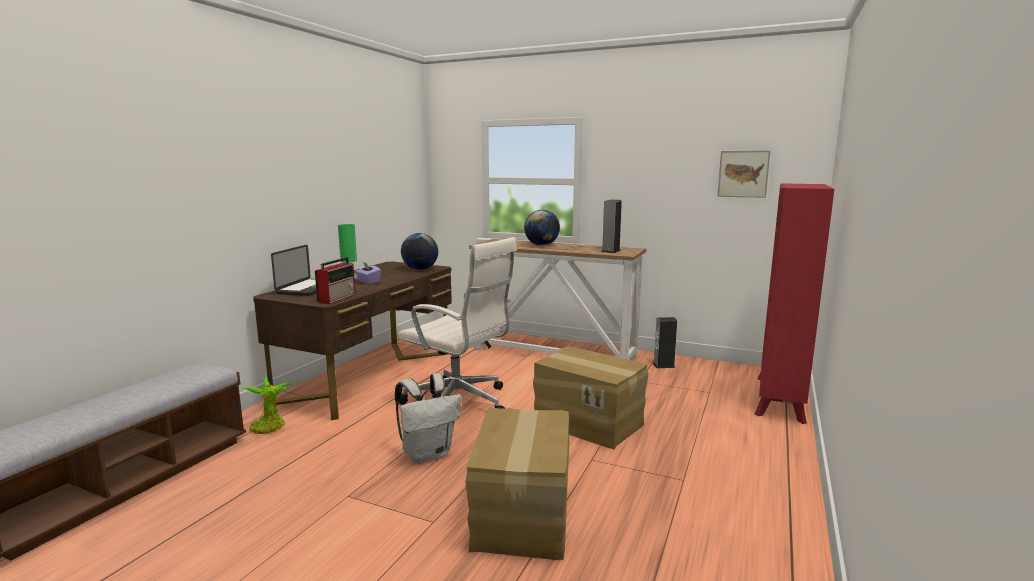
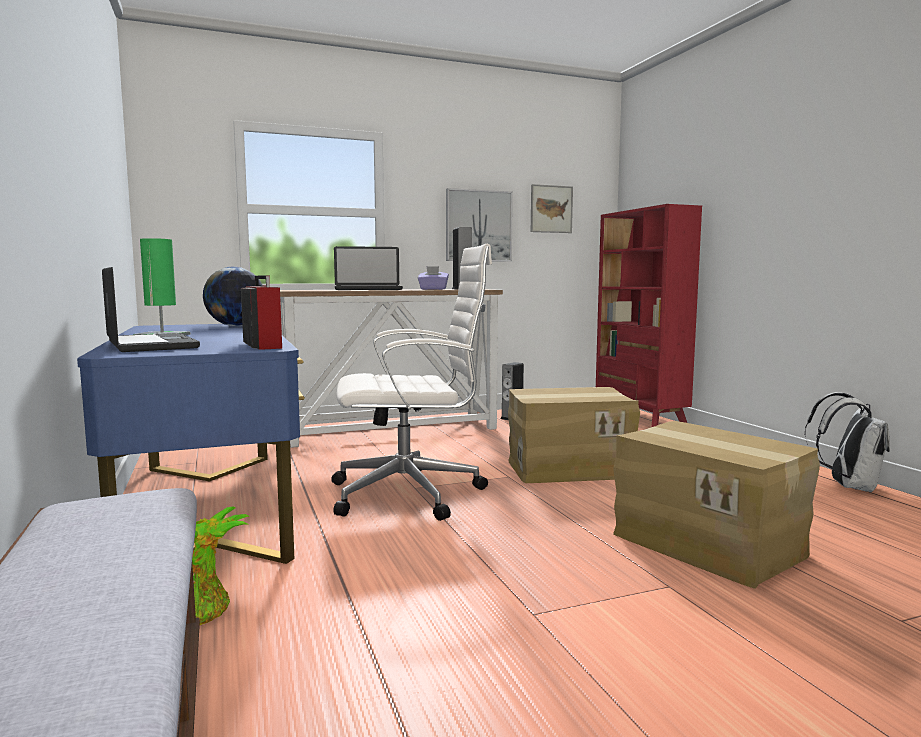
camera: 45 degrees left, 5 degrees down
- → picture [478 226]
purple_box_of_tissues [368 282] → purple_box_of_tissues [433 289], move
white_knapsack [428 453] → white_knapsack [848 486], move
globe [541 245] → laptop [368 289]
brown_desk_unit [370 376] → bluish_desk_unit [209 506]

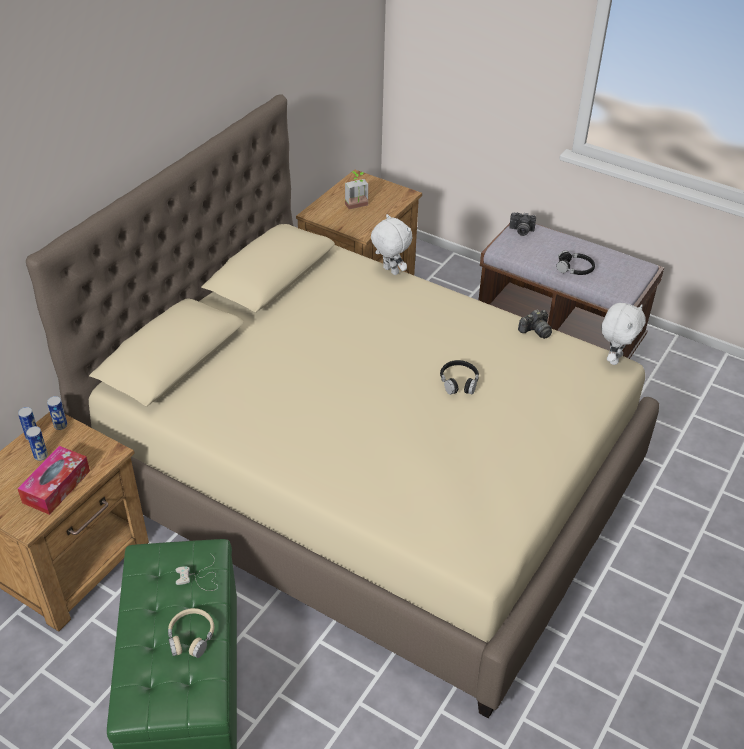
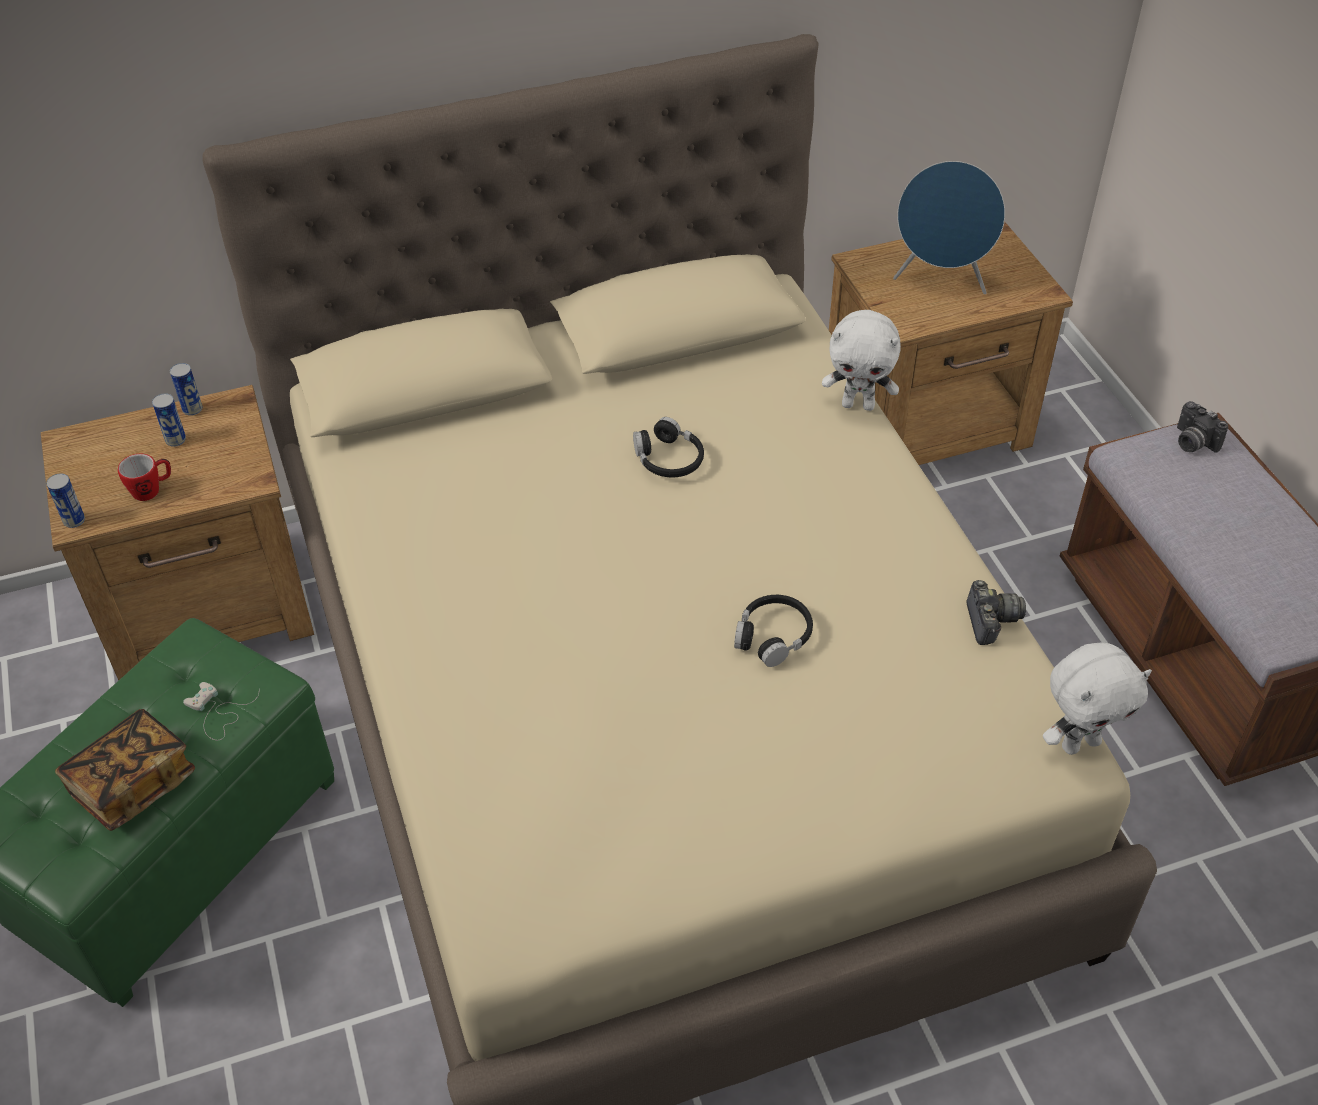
camera: 40 degrees right, 5 degrees up
sealed_can [60 425] → sealed_can [74 520], move
black-coloured_pair_of_headphones [575 269] → black-coloured_pair_of_headphones [668 459], move
box_of_tissues [56 486] → tea_mug [152 490]
sand-coloured_pair_of_headphones [191 637] → bound_book [132 784]
potted_plant [358 207] → bluish_loudspeaker [941 280]
white_cuddly_toy [389 271] → white_cuddly_toy [858 405], 105 degrees clockwise
still_camera [535 331] → still_camera [990 621], 105 degrees counterclockwise

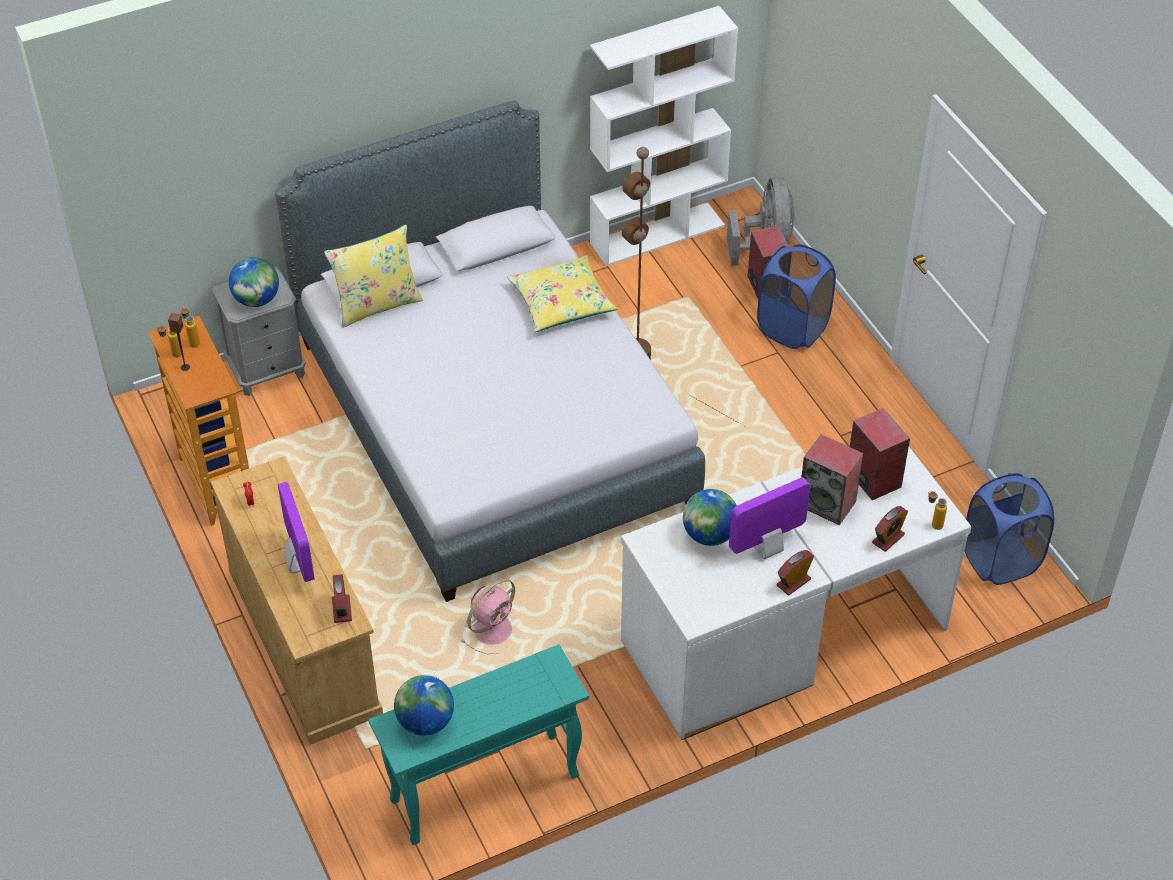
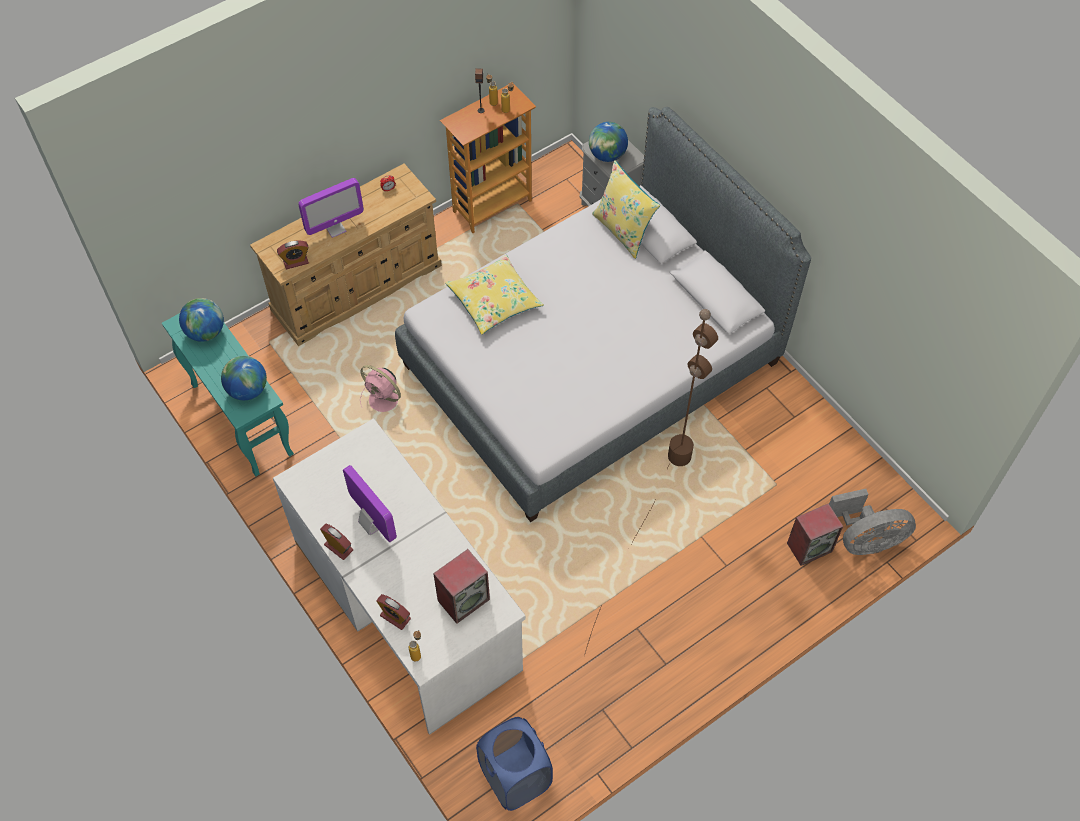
camera: 80 degrees right, 10 degrees up
white_bookshelf [657 234] → -
bluish_hamper [793 328] → -
loudspeaker [828 503] → -
yellowish_cushion [562 302] → yellowish_cushion [494 300], move
globe [709 535] → globe [247 390], move

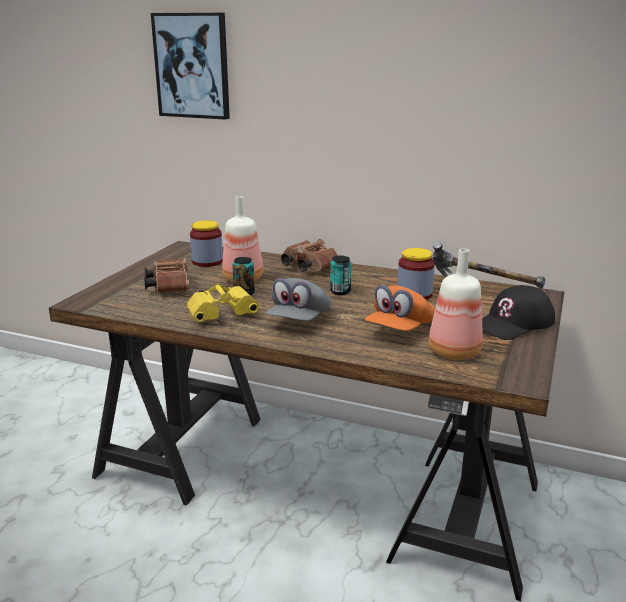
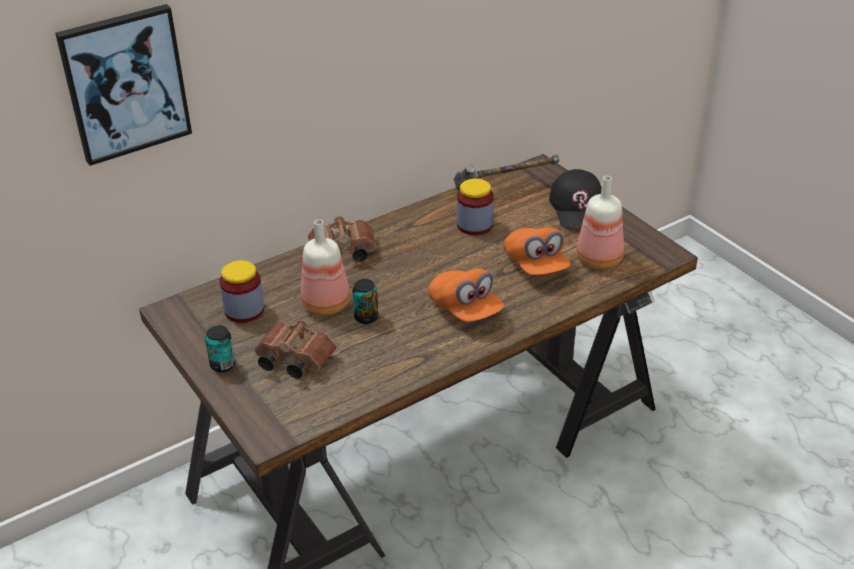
camera: 55 degrees left, 15 degrees up
yellowish_field_glasses [224 315] → -
sealed_can [340 291] → sealed_can [223 365], move
gray_peaked_cap [298 320] → orange-coloured_peaked_cap [465 309]

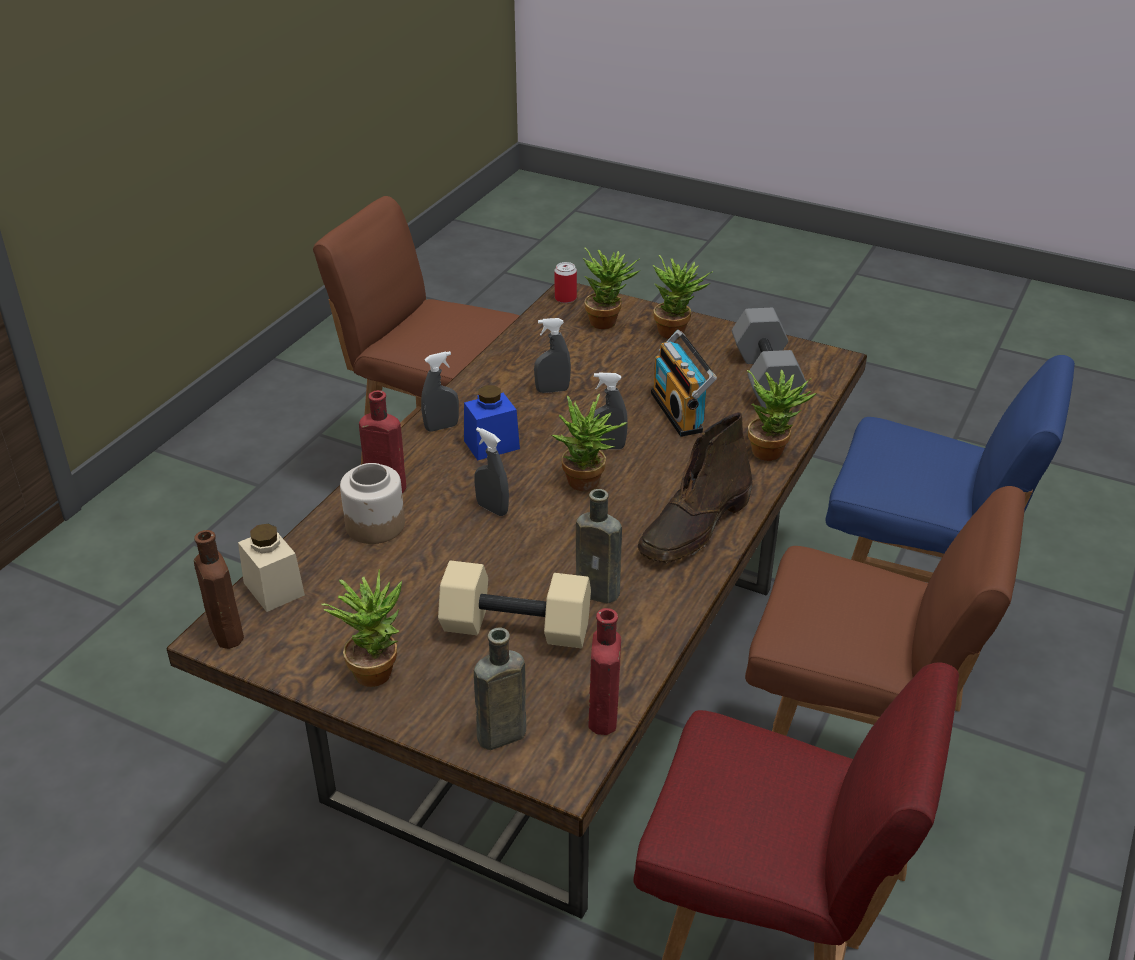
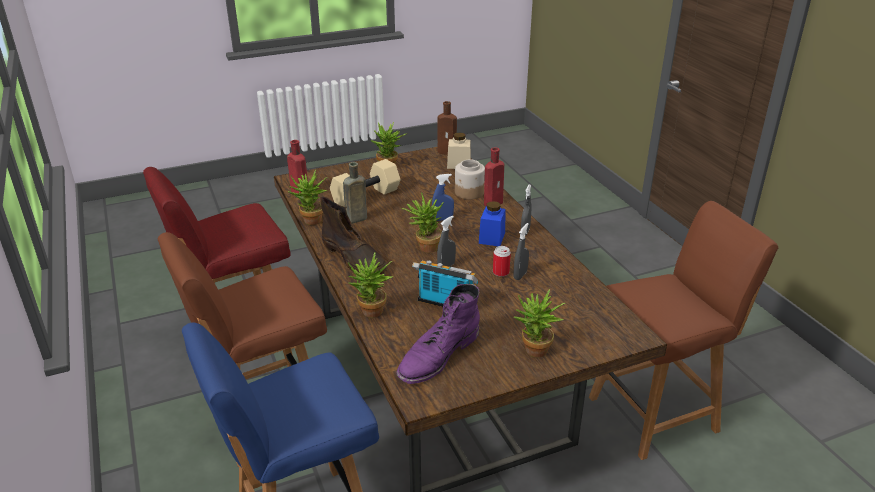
camera: 130 degrees right, 5 degrees down
brown_beverage_bottle [498 736] → -
sealed_can [565 298] → sealed_can [501 272], move
potted_plant [608 321] → potted_plant [310 222], move
gray_hand_weight [764 378] → purple_boot [438 355]
gray_hand_sprayer [492 509] → bluish_hand_sprayer [442 219]
brown_boot [694 527] → brown_boot [354 259], 150 degrees clockwise

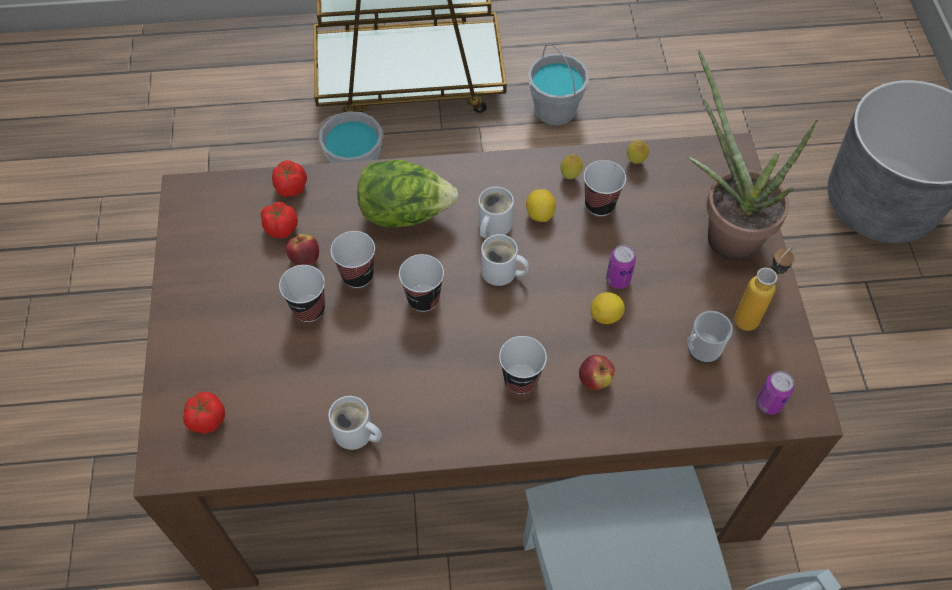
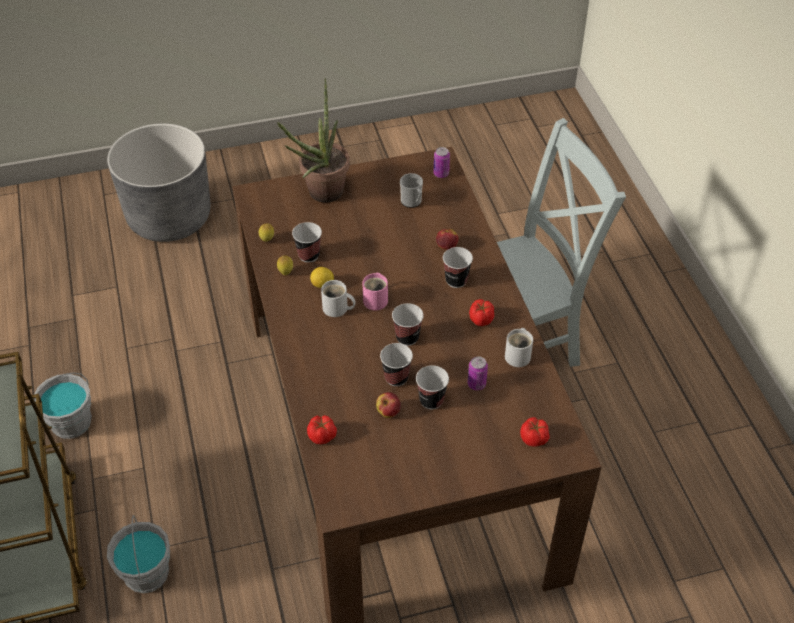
camera: 100 degrees left, 10 degrees down
head_of_lettuce [405 213] → -
citrus_fruit [605 316] → -
beverage_bottle [752 314] → -
whole_tomato [280 228] → whole_tomato [481 320], move
sealed_can [618 279] → sealed_can [476 384], move
white_tea_mug [502 273] → pink-coloured_tea_mug [377 299]

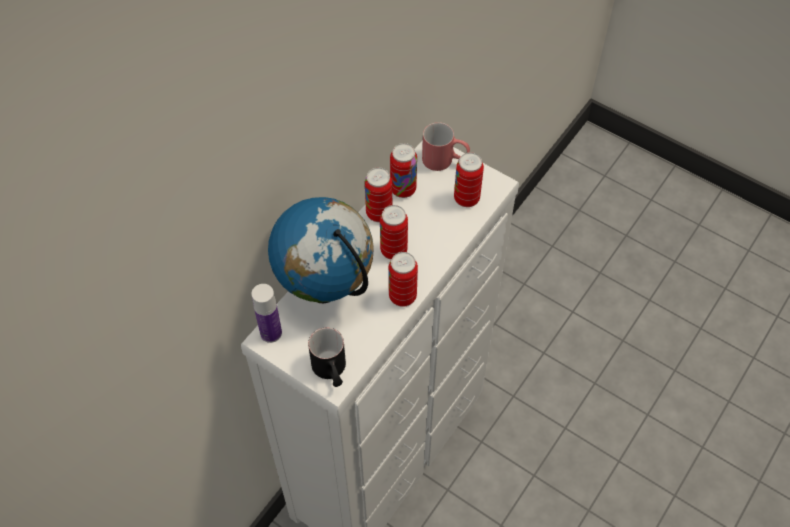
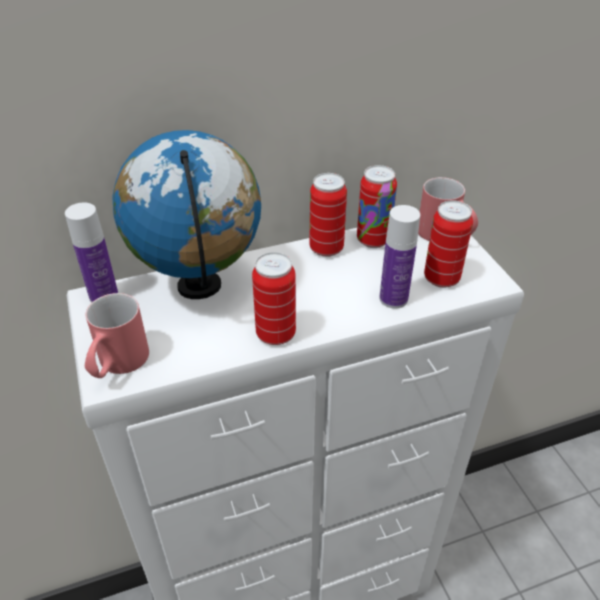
camera: 35 degrees right, 15 degrees down
sealed_can [393 250] → -
- → beverage_bottle [393 299]
black-coloured_tea_mug [331 372] → reddish_tea_mug [118 365]

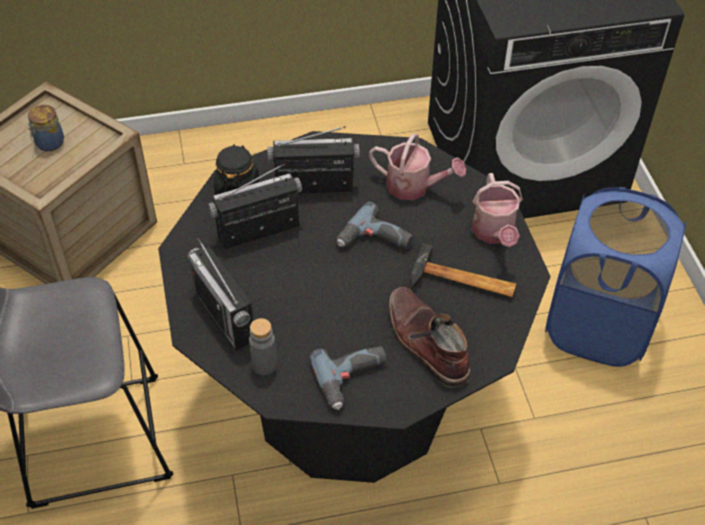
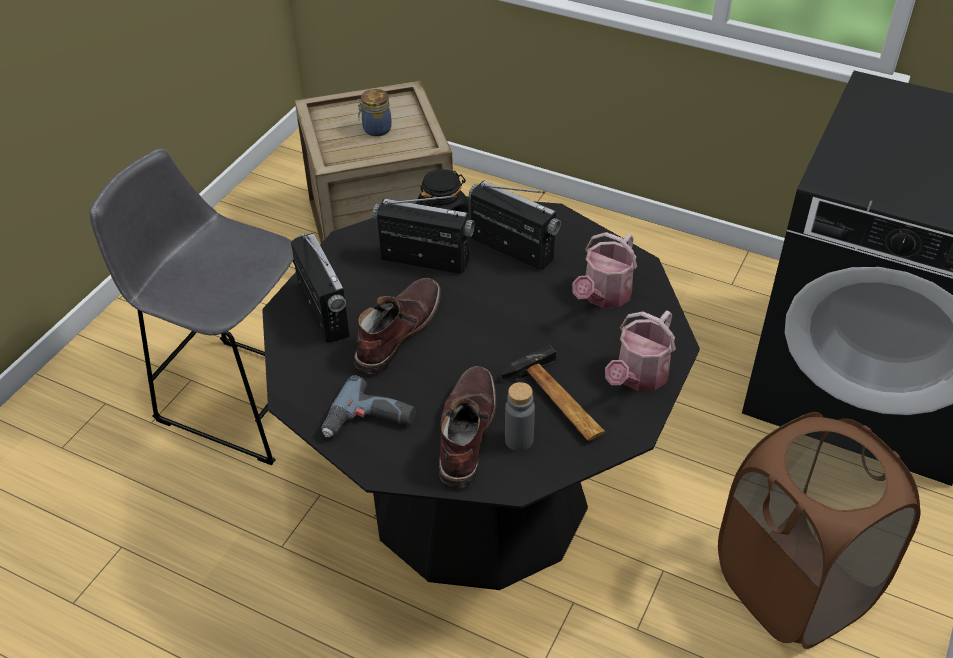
camera: 40 degrees right, 5 degrees down
power_drill [375 241] → -
- → brown_boot [397 331]
gray_beverage_bottle [264 365] → gray_beverage_bottle [519 440], move
bluish_hamper [597 326] → brown_hamper [793 587]
radio [224 316] → radio [323 311], 150 degrees clockwise
watering_pot [414 187] → watering_pot [603 296], 60 degrees clockwise

